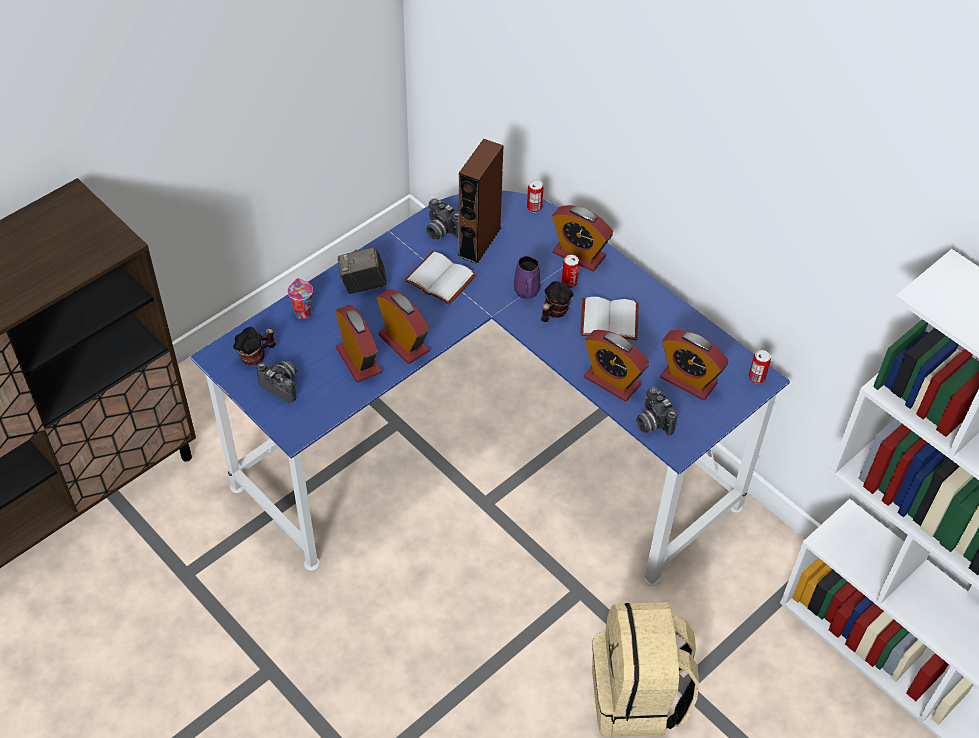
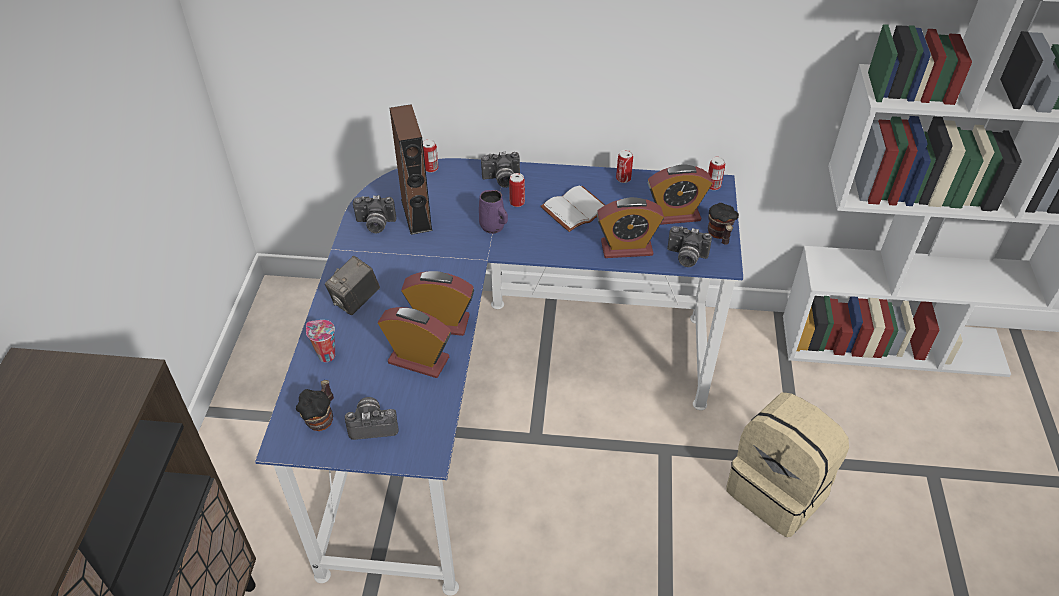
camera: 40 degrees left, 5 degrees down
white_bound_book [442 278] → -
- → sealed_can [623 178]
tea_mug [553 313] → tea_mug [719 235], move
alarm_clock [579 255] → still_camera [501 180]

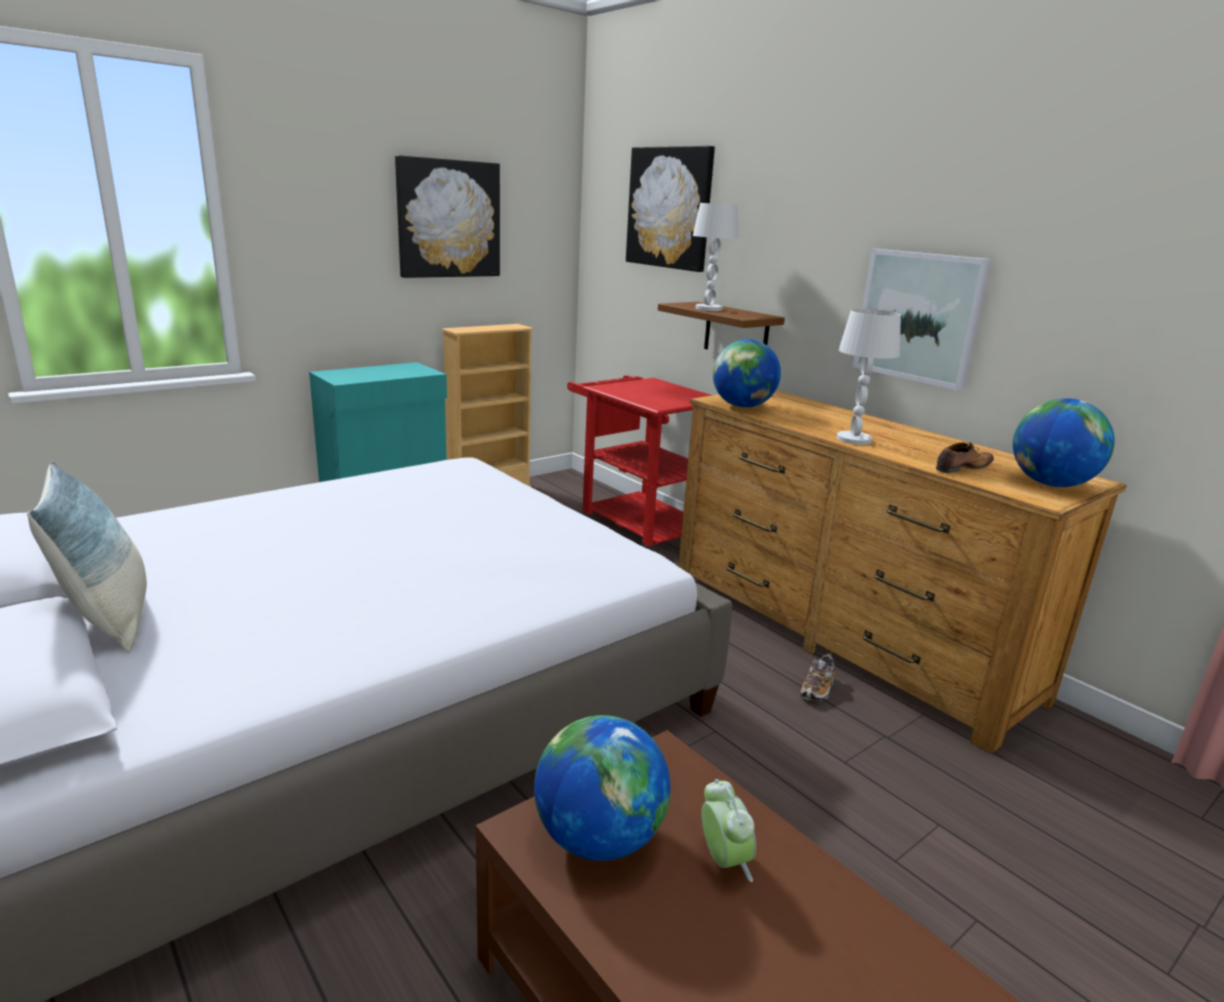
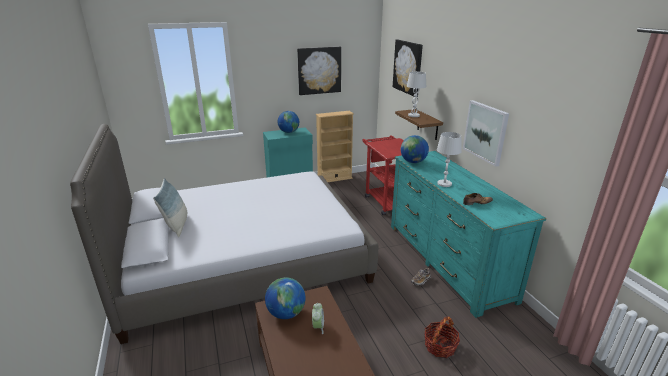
camera: 20 degrees right, 5 degrees up
- → household_basket [440 346]
globe [1050 484] → globe [289 132], move
brown_dresser [842 634] → blue-green_dresser [447 260]

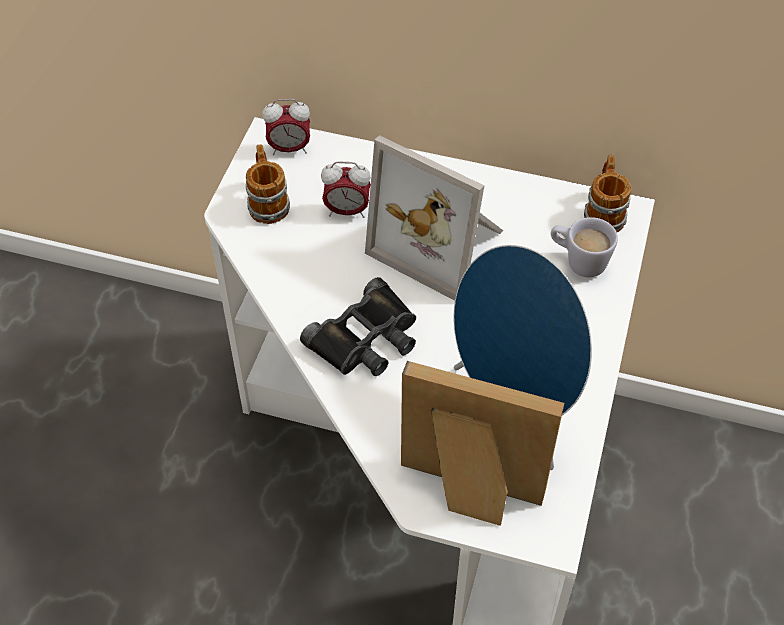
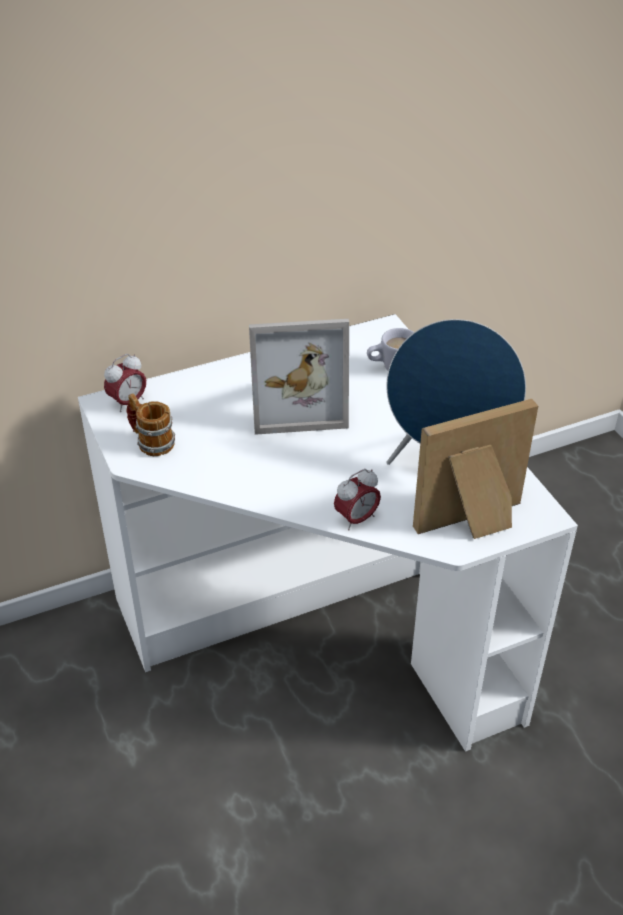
camera: 40 degrees left, 10 degrees down
black-coloured_field_glasses [366 339] → -
tea_mug [603 213] → -
alarm_clock [347 211] → alarm_clock [356 519], move

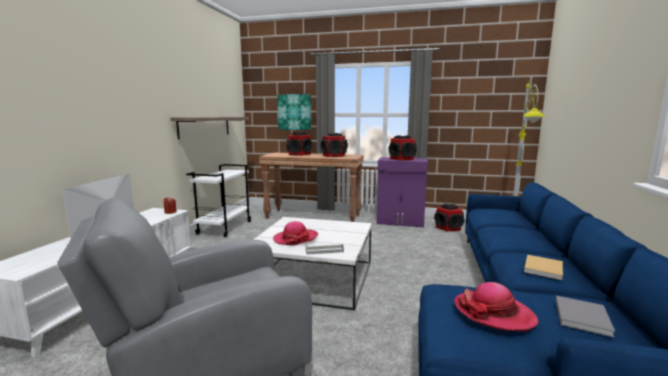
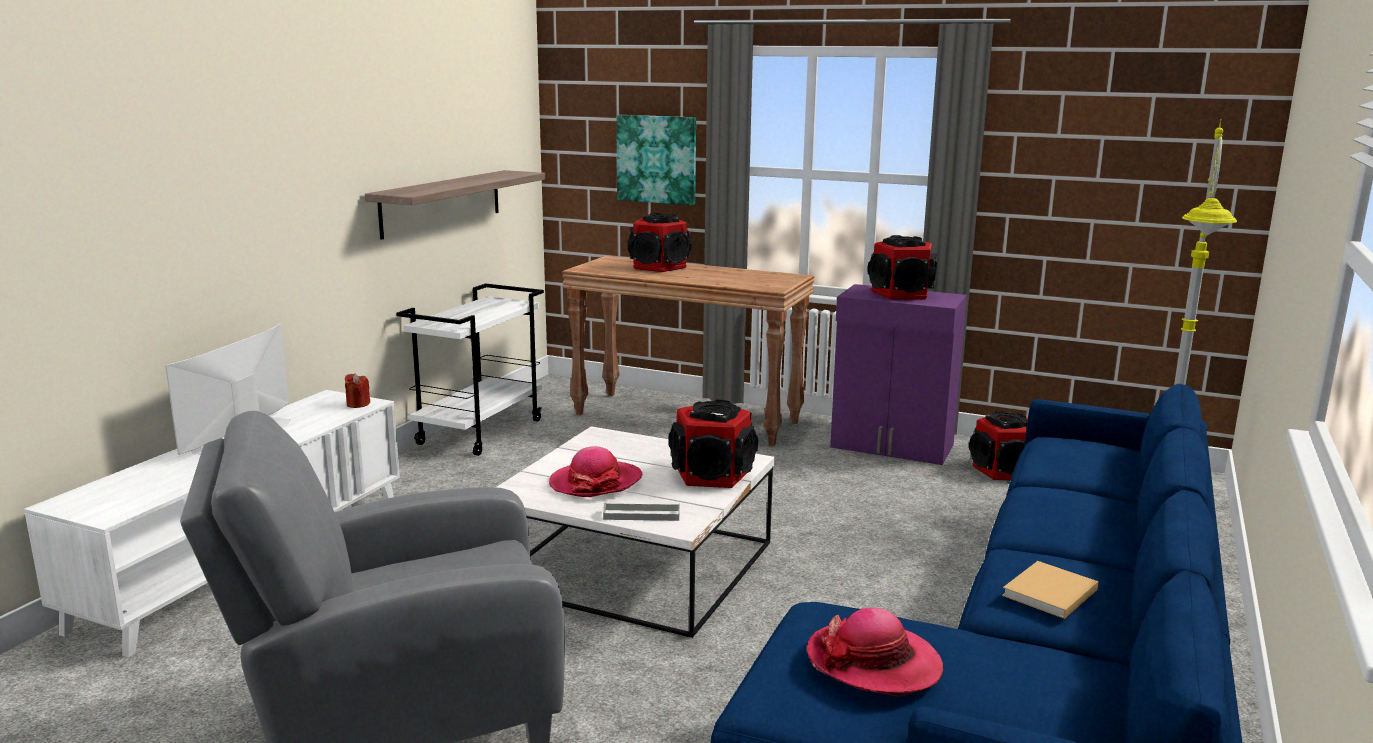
camera: 10 degrees right, 5 degrees up
gray_bound_book [581 316] → -
loudspeaker [334 155] → loudspeaker [711 474], move

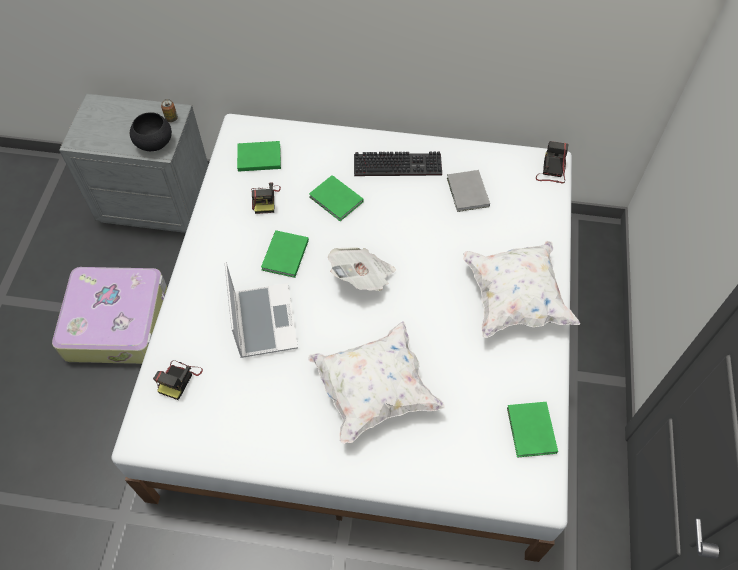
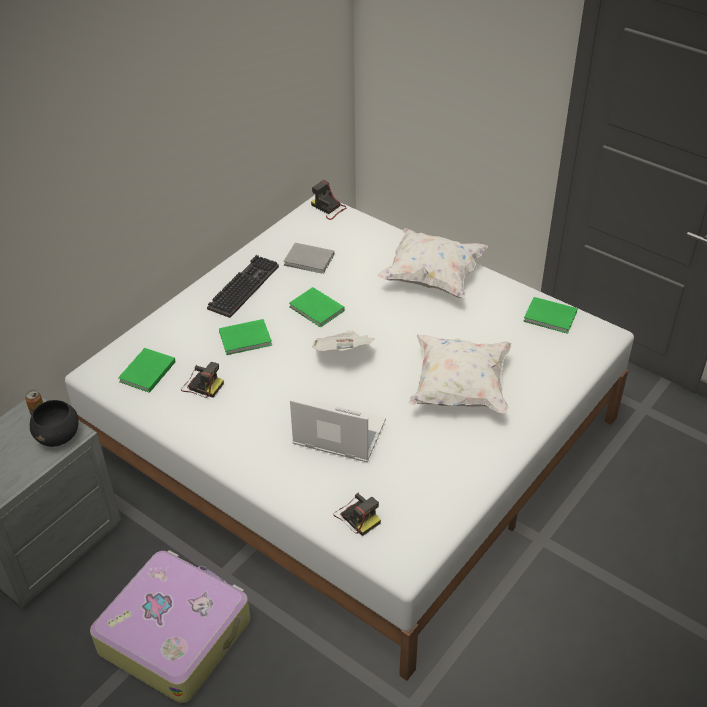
camera: 60 degrees left, 15 degrees down
green_bound_book [284 256] → green_bound_book [317 310], move

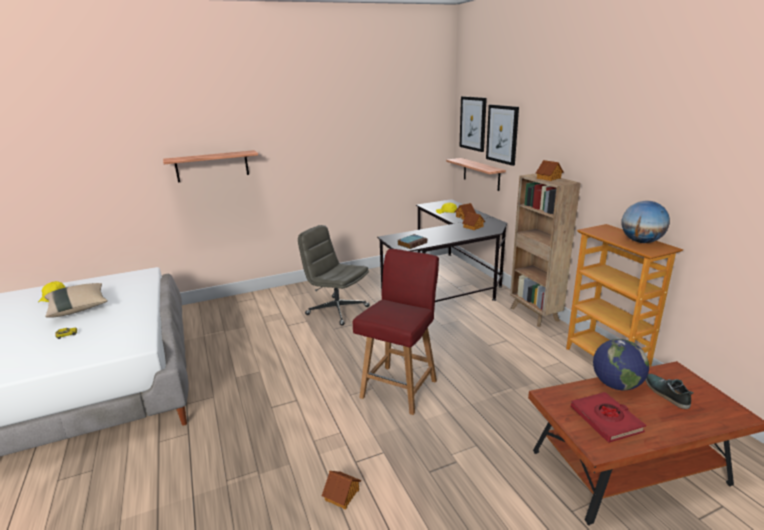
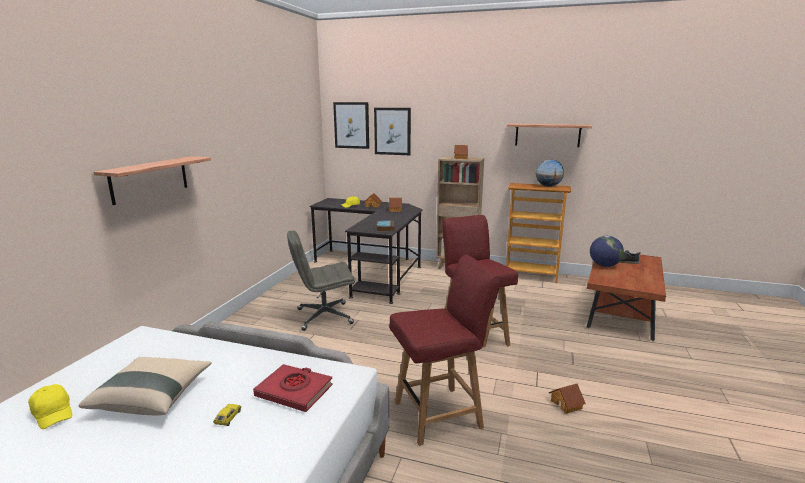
camera: 50 degrees left, 5 degrees down
- → reddish_upright_chair [439 414]
wall_shelf [481 174] → wall_shelf [547 135], move
reddish_bound_book [606 420] → reddish_bound_book [294 391], move

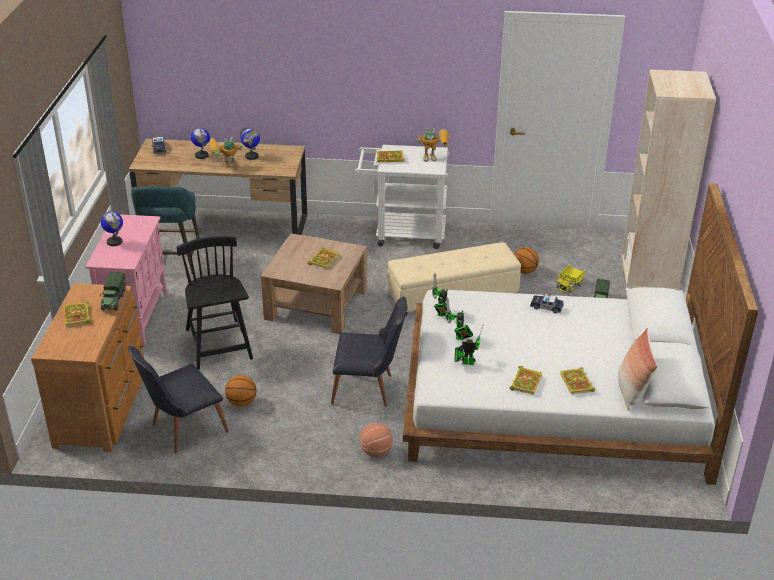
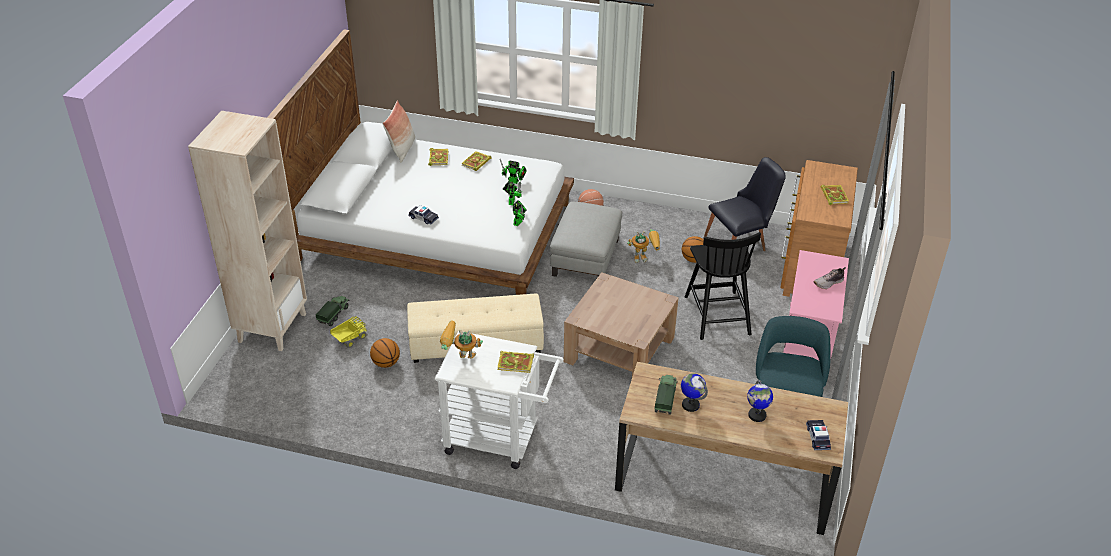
camera: 170 degrees left, 5 degrees up
bound_book [324 259] → -
model_truck [113 300] → model_truck [665 399], move
toy_robot [224 167] → toy_robot [644 257], move
globe [114 242] → item_of_footwear [829 283]
black-coloured_upright_chair [369 390] → gray_footrest [585 257]

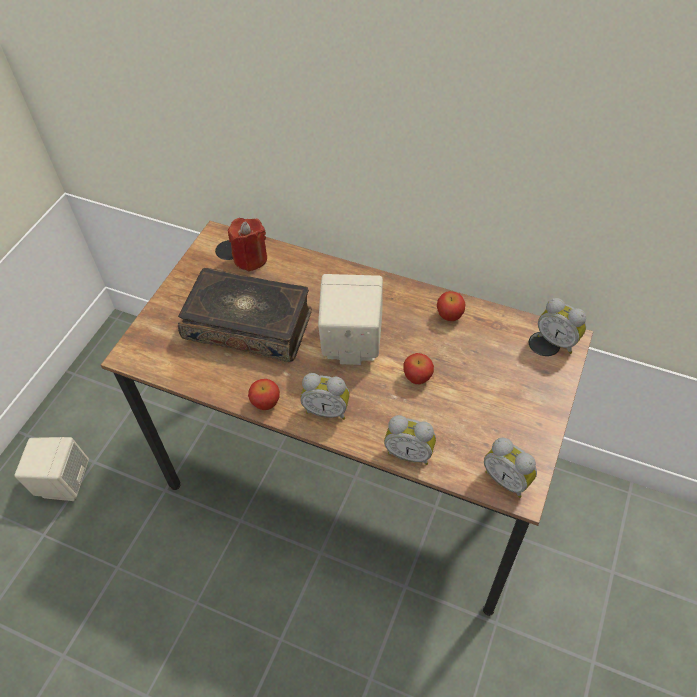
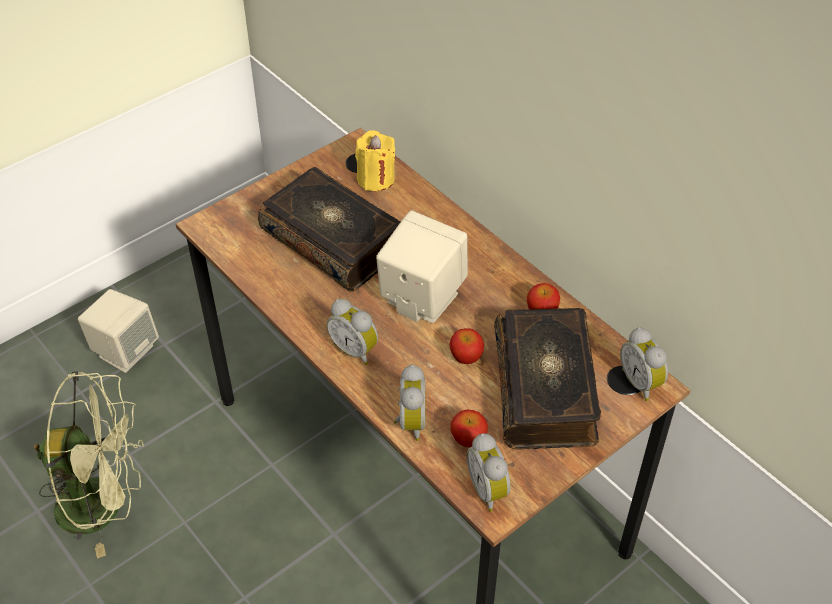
camera: 25 degrees right, 5 degrees down
- → green_electric_fan [104 504]
- → bound_book [546 389]
whole_apple [266 403] → whole_apple [468 439], move
reddish_wax_candle [250 258] → yellowish_wax_candle [376 179]
alarm_clock [409 452] → alarm_clock [409 422], 135 degrees counterclockwise

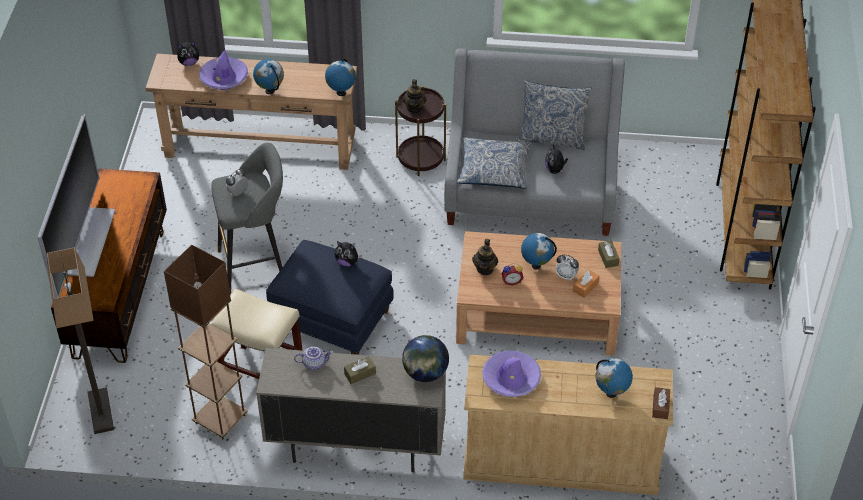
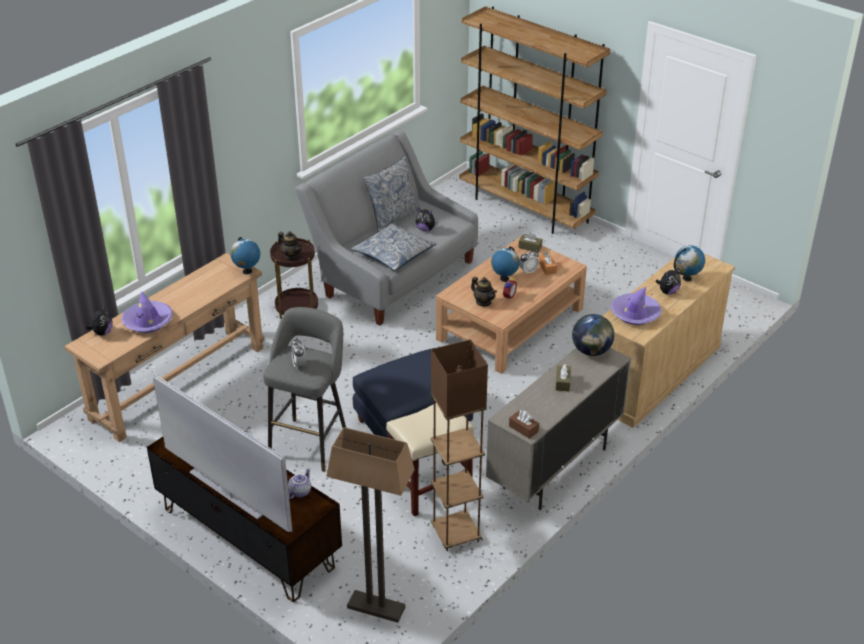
camera: 55 degrees left, 10 degrees down
globe [270 91] → -
pot_for_tea [314 363] → pot_for_tea [299 491], move
cuddly_toy [347 262] → cuddly_toy [667 292], move
brown_box_of_tissues [660 407] → brown_box_of_tissues [523 429], move

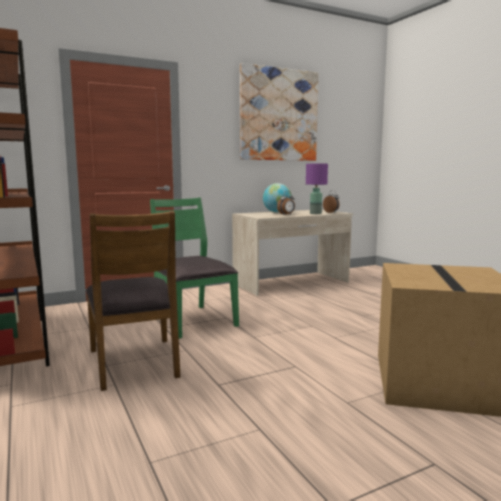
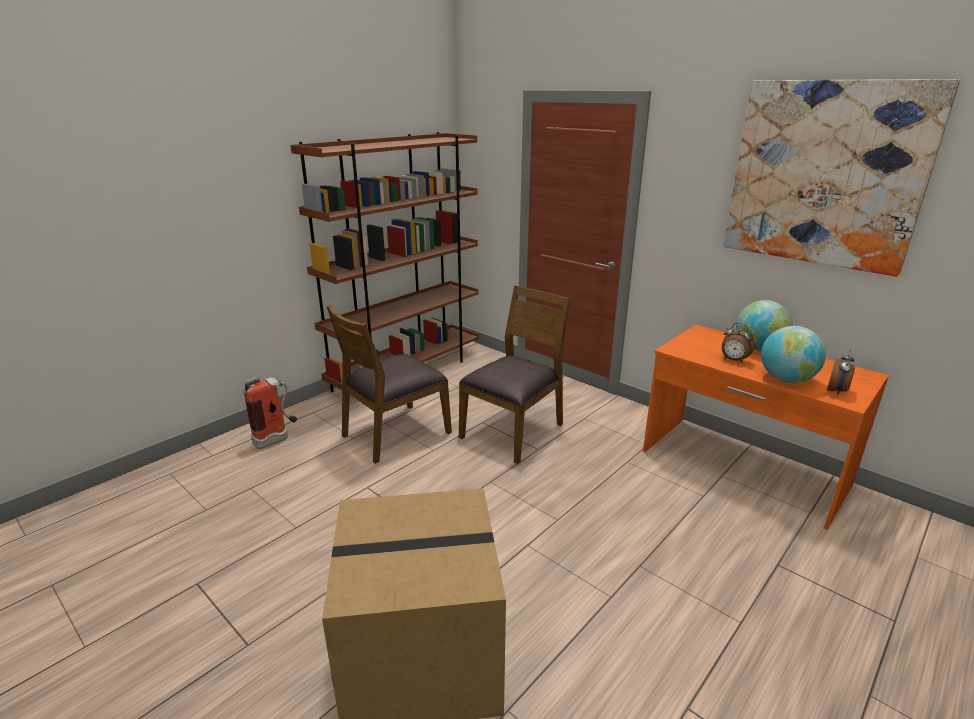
camera: 70 degrees right, 15 degrees up
- → fire-fighting_cylinder [277 439]
purple_tabletop_lamp [315 213] → globe [786 380]
green_upright_chair [192 320] → brown_upright_chair [514 431]
sand-coloured_desk_unit [291 283] → orange-coloured_desk_unit [742 468]

